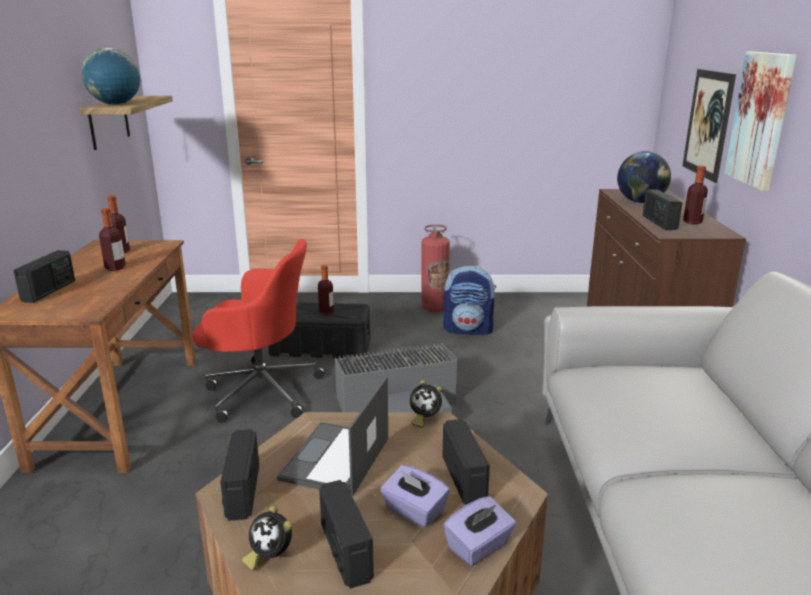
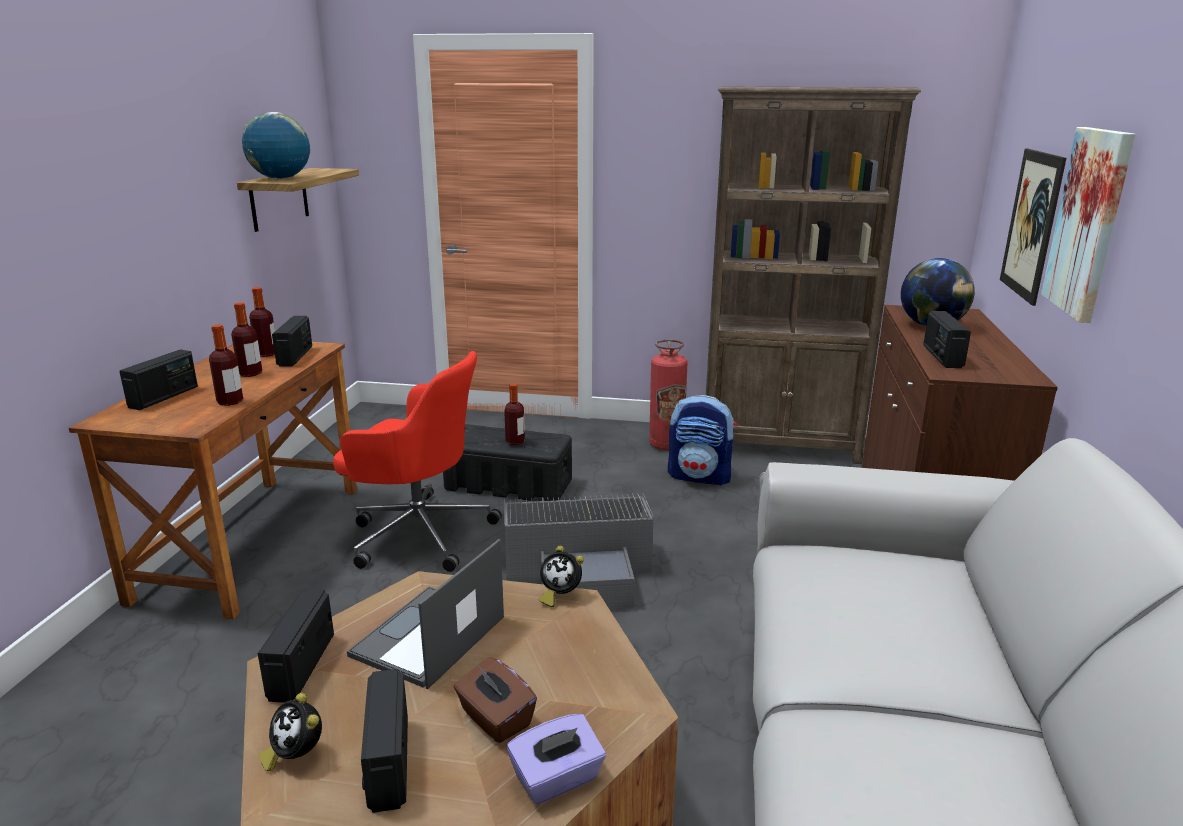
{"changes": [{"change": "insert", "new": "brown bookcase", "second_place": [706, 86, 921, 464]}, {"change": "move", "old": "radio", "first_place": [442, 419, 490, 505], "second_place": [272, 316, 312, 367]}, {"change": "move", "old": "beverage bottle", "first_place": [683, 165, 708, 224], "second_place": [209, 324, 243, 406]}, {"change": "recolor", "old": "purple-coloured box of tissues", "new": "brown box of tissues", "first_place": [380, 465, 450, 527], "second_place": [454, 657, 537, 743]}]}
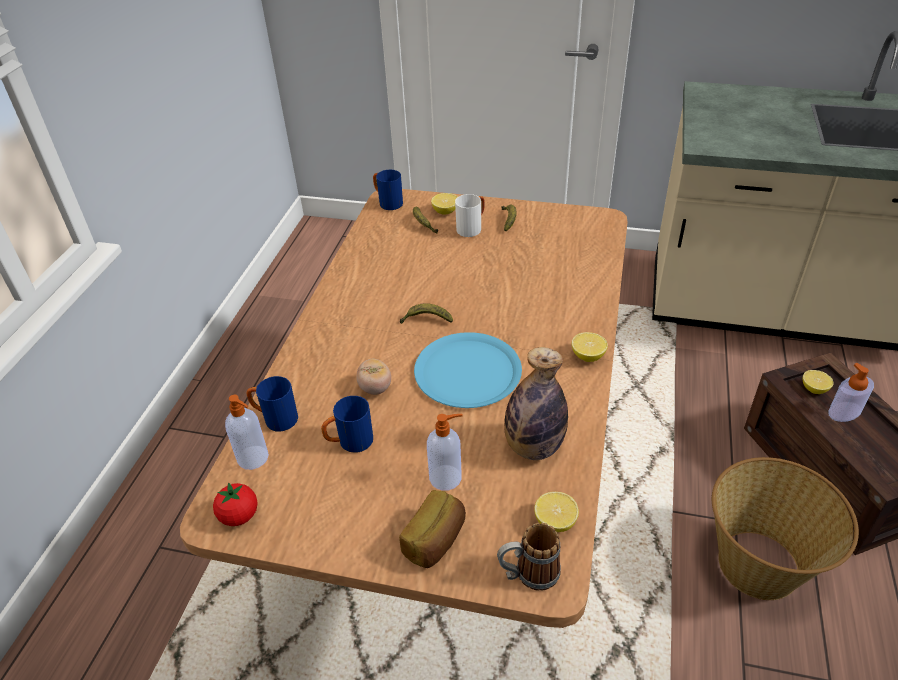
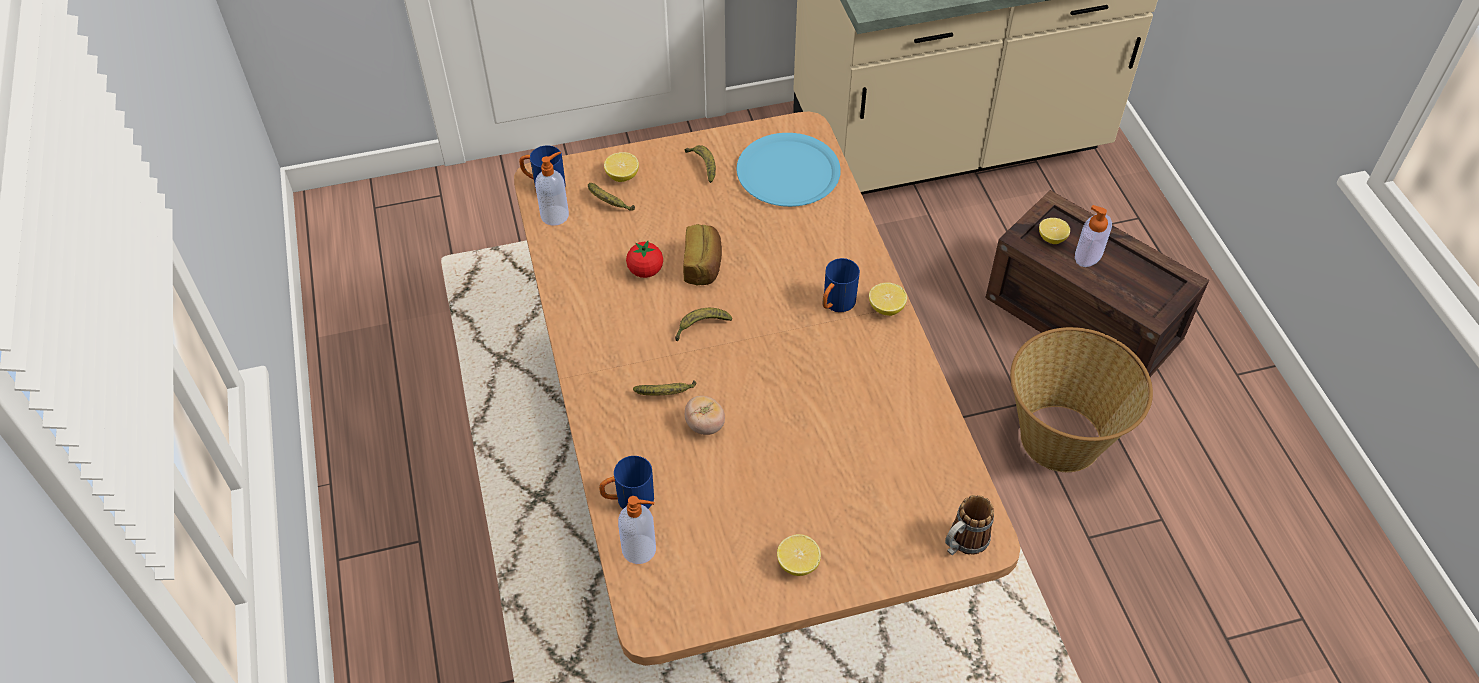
{"changes": [{"change": "delete", "old": "whitish coffee mug", "first_place": [455, 194, 485, 237]}, {"change": "delete", "old": "beverage bottle", "first_place": [504, 347, 568, 460]}, {"change": "insert", "new": "whole banana", "second_place": [633, 380, 696, 395]}, {"change": "move", "old": "whole tomato", "first_place": [213, 482, 258, 526], "second_place": [626, 240, 663, 278]}, {"change": "move", "old": "blue coffee mug", "first_place": [321, 396, 373, 453], "second_place": [822, 258, 860, 312]}, {"change": "move", "old": "baked bread", "first_place": [399, 490, 466, 568], "second_place": [683, 224, 722, 285]}, {"change": "move", "old": "blue plate", "first_place": [414, 332, 522, 408], "second_place": [737, 133, 841, 207]}, {"change": "move", "old": "liquid soap bottle", "first_place": [427, 414, 463, 491], "second_place": [535, 152, 569, 226]}, {"change": "move", "old": "lemon", "first_place": [534, 492, 579, 532], "second_place": [777, 534, 821, 576]}]}
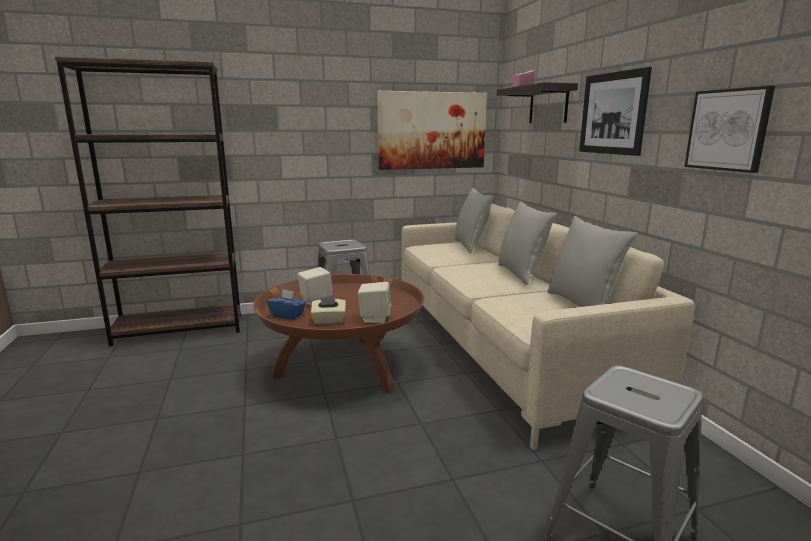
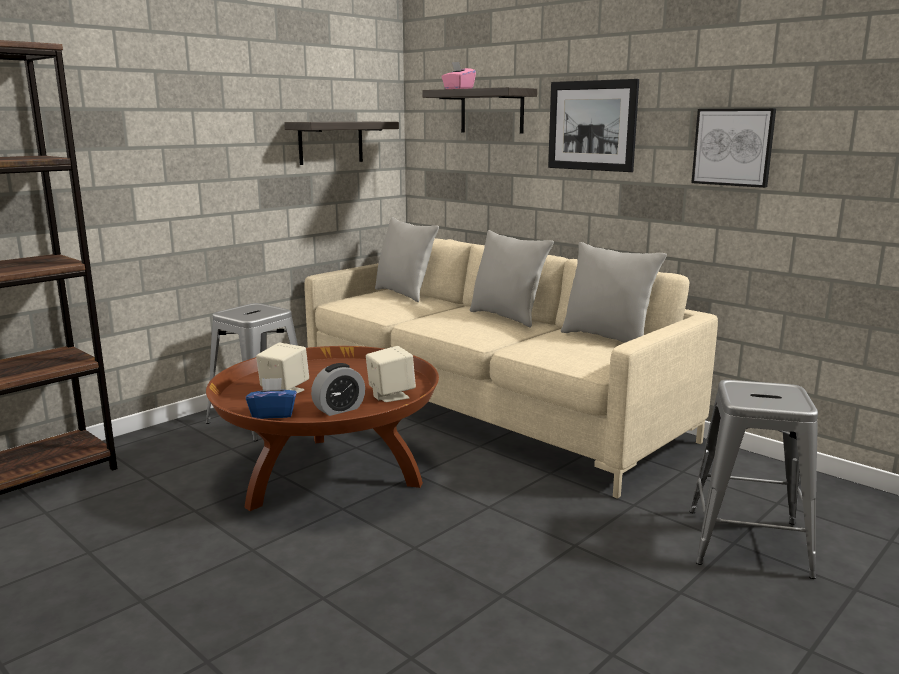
{"changes": [{"change": "replace", "old": "beige box of tissues", "new": "table clock", "first_place": [311, 297, 346, 324], "second_place": [311, 363, 365, 416]}, {"change": "replace", "old": "picture", "new": "bracket shelf", "first_place": [377, 91, 487, 170], "second_place": [284, 122, 399, 165]}]}
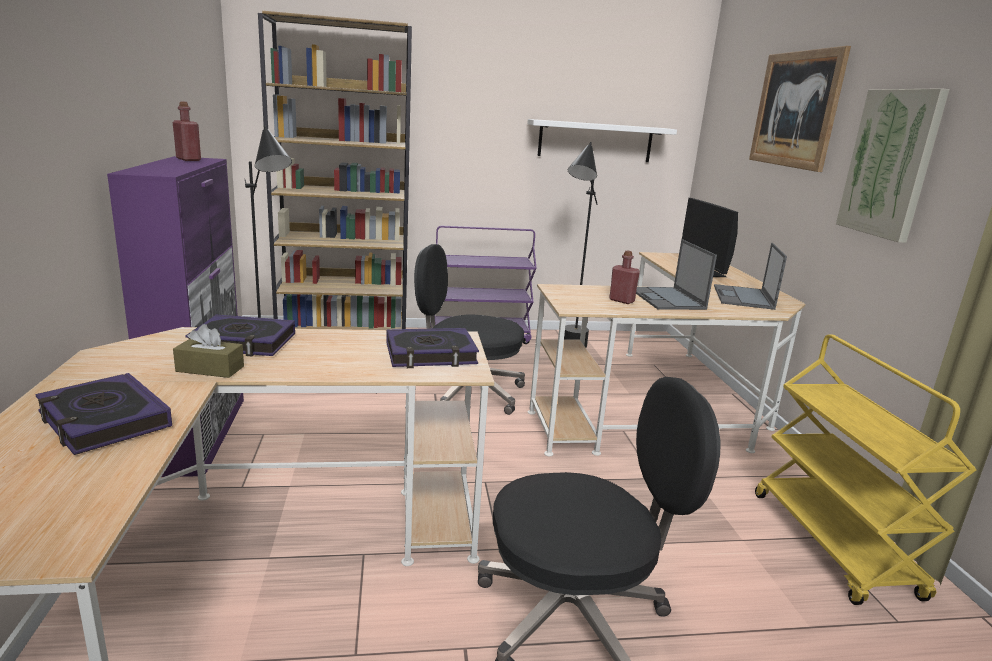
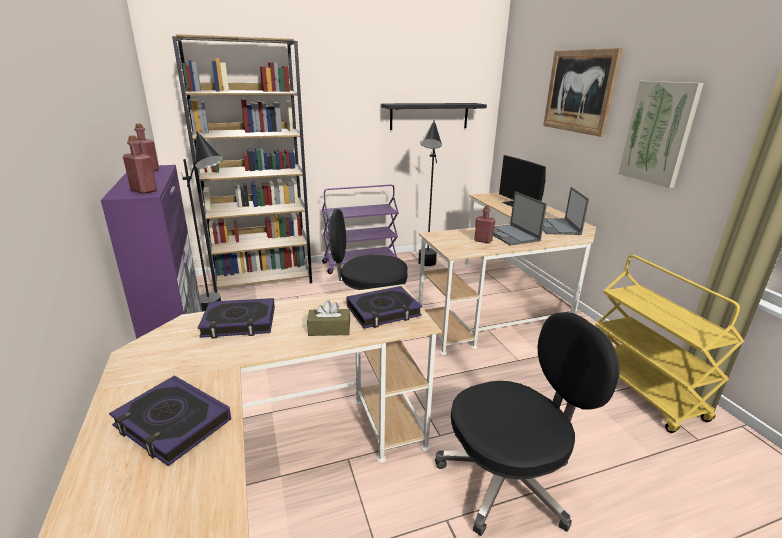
{"changes": [{"change": "insert", "new": "red-coloured beverage bottle", "second_place": [123, 136, 157, 194]}, {"change": "move", "old": "brown box of tissues", "first_place": [173, 324, 244, 378], "second_place": [307, 300, 350, 336]}, {"change": "recolor", "old": "whitish bracket shelf", "new": "black bracket shelf", "first_place": [527, 119, 677, 162], "second_place": [381, 103, 487, 130]}]}
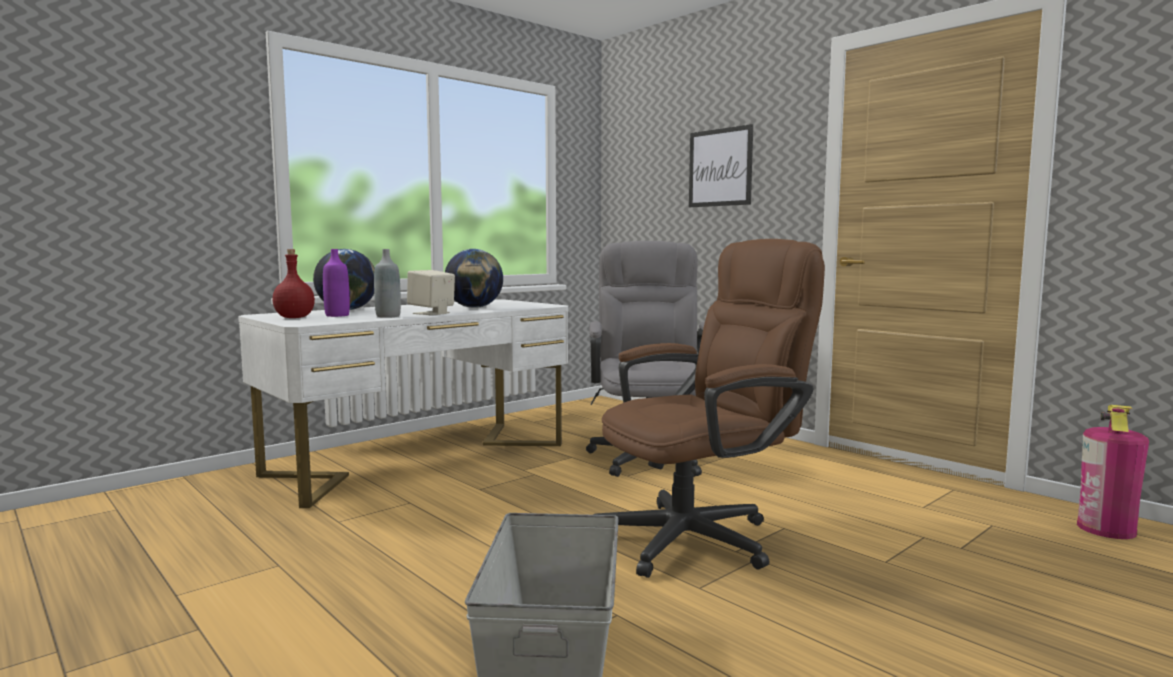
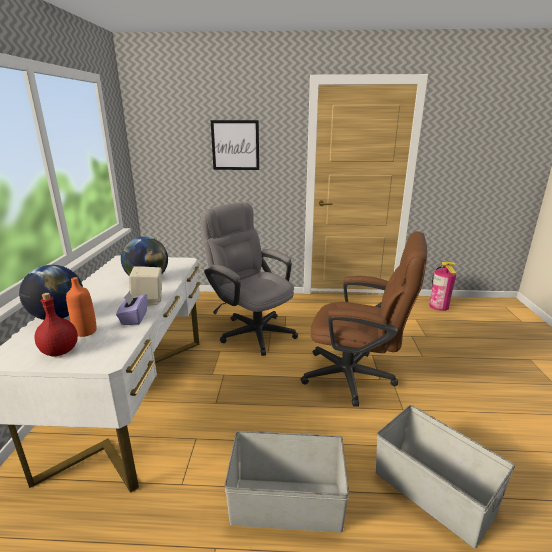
{"changes": [{"change": "insert", "new": "gray storage container", "second_place": [224, 431, 349, 533]}, {"change": "replace", "old": "gray beverage bottle", "new": "purple-coloured box of tissues", "first_place": [374, 249, 401, 318], "second_place": [116, 291, 147, 325]}, {"change": "recolor", "old": "purple-coloured beverage bottle", "new": "orangey beverage bottle", "first_place": [323, 249, 350, 317], "second_place": [66, 277, 97, 337]}, {"change": "rotate", "old": "brown office chair", "first_place": [593, 239, 825, 578], "second_place": [300, 231, 427, 407], "degrees": 90}]}
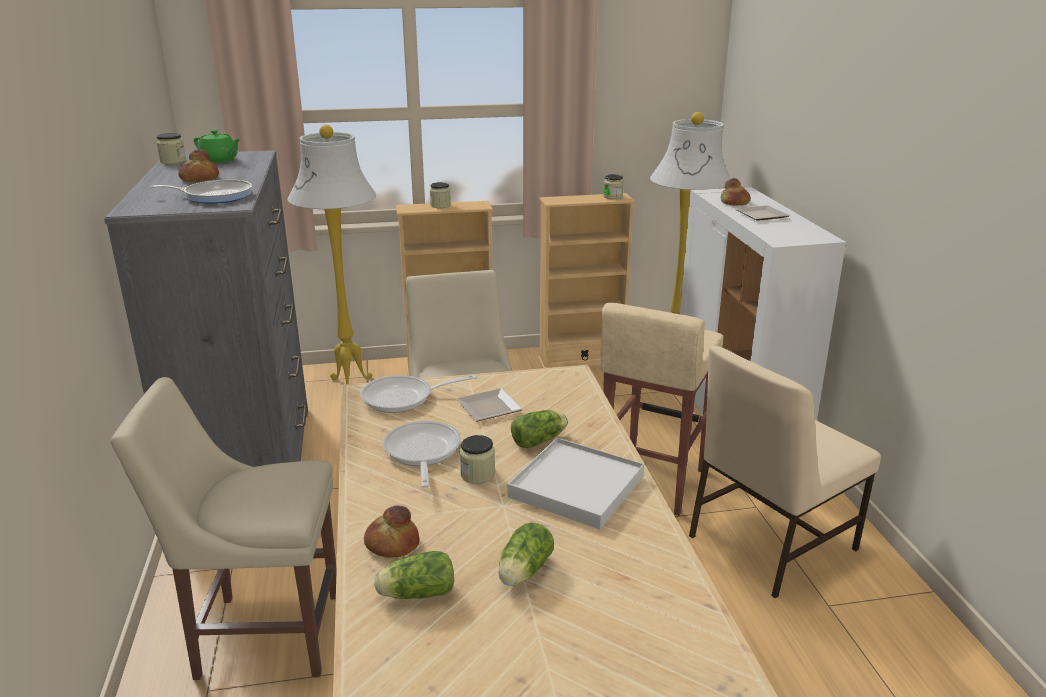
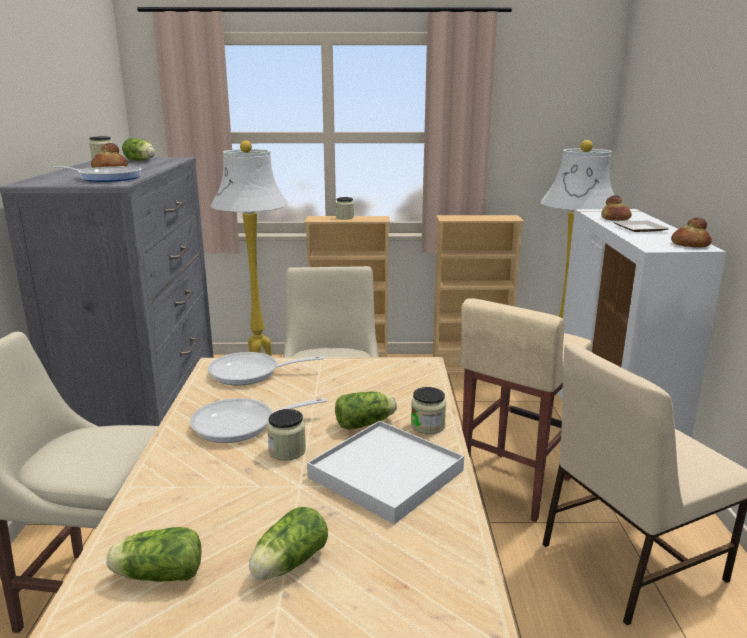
{"changes": [{"change": "delete", "old": "plate", "first_place": [457, 388, 523, 421]}, {"change": "move", "old": "baked bread", "first_place": [364, 505, 420, 558], "second_place": [671, 217, 712, 248]}, {"change": "move", "old": "preserve jar", "first_place": [603, 174, 624, 199], "second_place": [411, 387, 446, 434]}, {"change": "replace", "old": "green teapot", "new": "lettuce", "first_place": [194, 130, 241, 163], "second_place": [122, 138, 155, 161]}, {"change": "rotate", "old": "skillet", "first_place": [383, 421, 461, 488], "second_place": [190, 398, 327, 443], "degrees": -105}]}
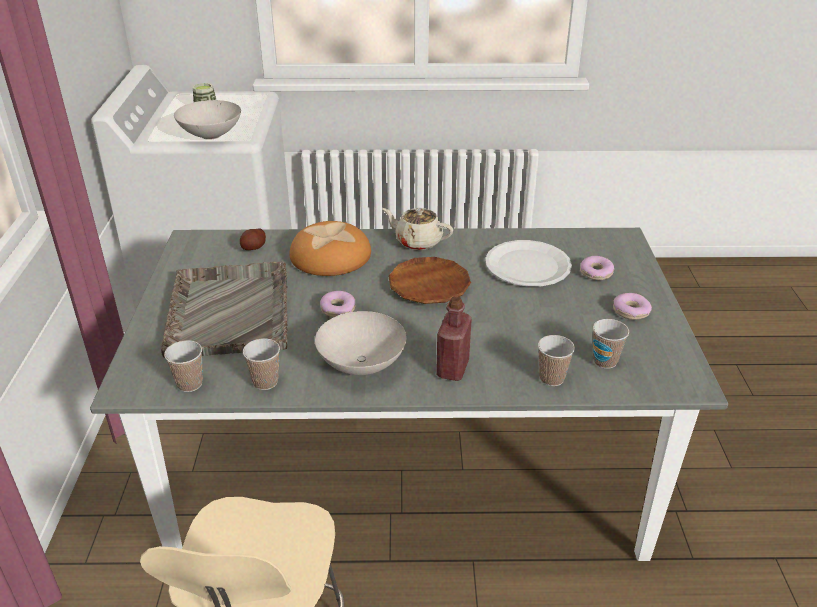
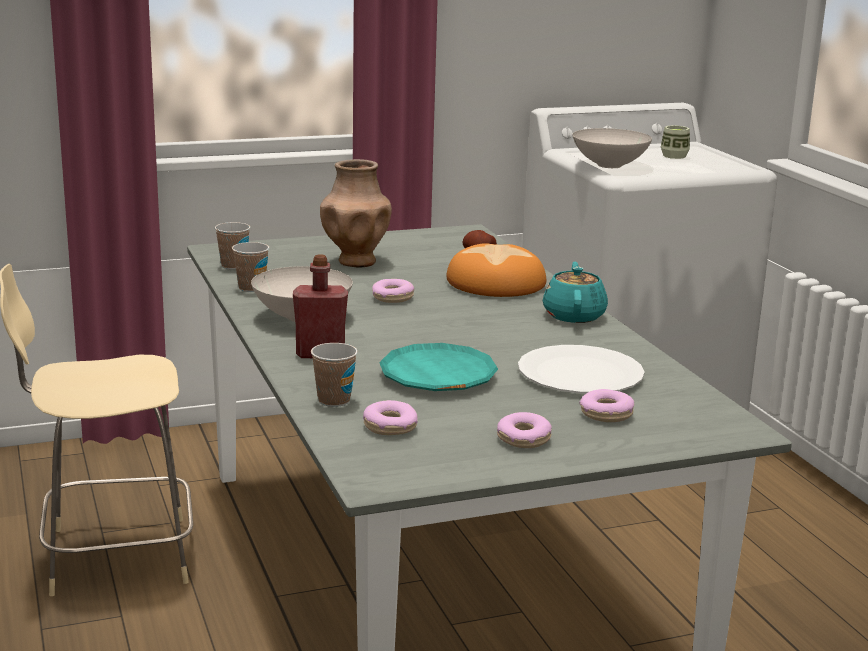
{"changes": [{"change": "delete", "old": "brown plate", "first_place": [388, 257, 471, 304]}, {"change": "insert", "new": "turquoise plate", "second_place": [379, 343, 498, 391]}, {"change": "replace", "old": "gray tray", "new": "brown vase", "first_place": [161, 261, 288, 358], "second_place": [320, 159, 392, 268]}, {"change": "replace", "old": "small cup", "new": "doughnut", "first_place": [593, 319, 629, 369], "second_place": [363, 400, 418, 435]}, {"change": "recolor", "old": "beige teapot", "new": "turquoise teapot", "first_place": [382, 208, 453, 250], "second_place": [543, 262, 608, 323]}]}
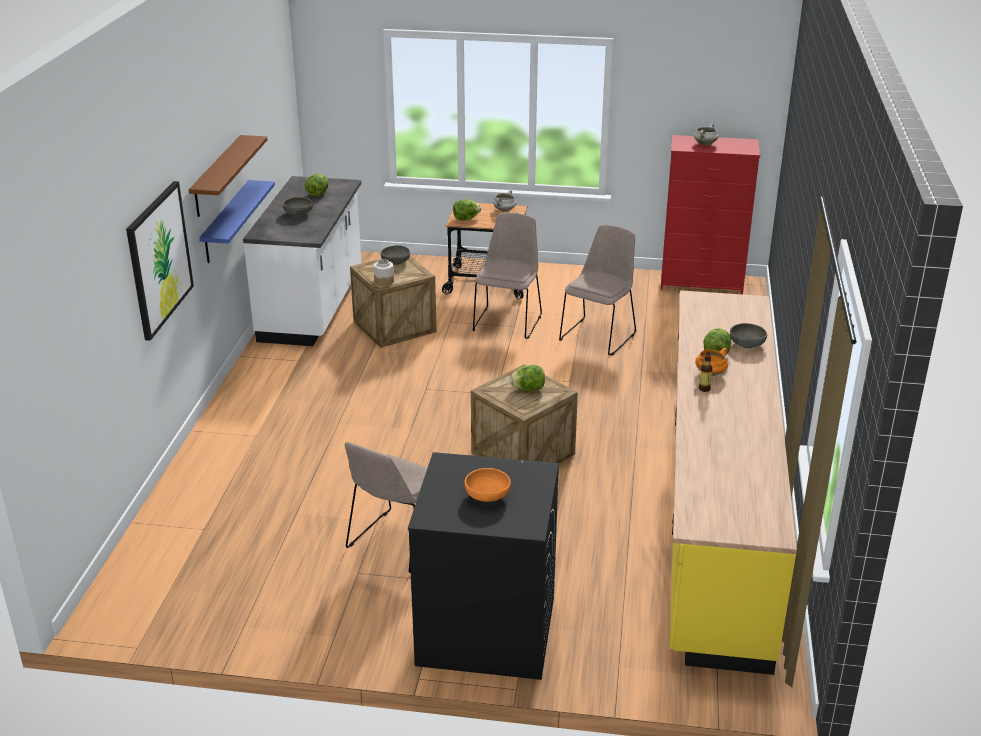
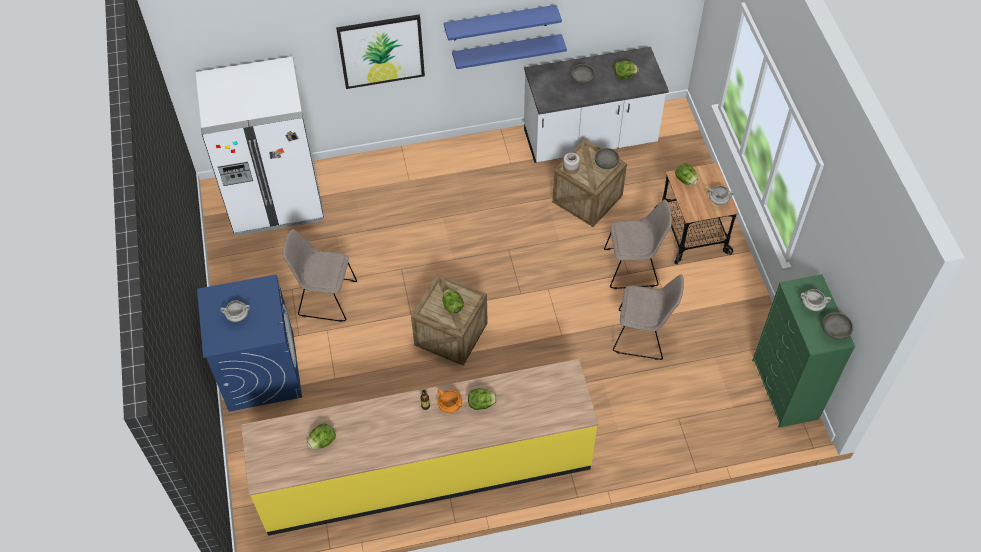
{"changes": [{"change": "insert", "new": "whitish kitchen fridge", "second_place": [195, 57, 324, 236]}, {"change": "insert", "new": "lettuce", "second_place": [307, 424, 336, 449]}, {"change": "move", "old": "gray serving bowl", "first_place": [730, 323, 767, 348], "second_place": [822, 312, 853, 340]}, {"change": "replace", "old": "orangey serving bowl", "new": "whitish saucepot", "first_place": [465, 468, 511, 502], "second_place": [220, 300, 250, 322]}, {"change": "recolor", "old": "brown bracket shelf", "new": "blue bracket shelf", "first_place": [189, 135, 267, 217], "second_place": [444, 5, 562, 41]}, {"change": "recolor", "old": "black laundry appliance", "new": "blue laundry appliance", "first_place": [408, 452, 559, 680], "second_place": [197, 275, 302, 412]}, {"change": "recolor", "old": "red-coloured dresser", "new": "green dresser", "first_place": [661, 135, 760, 294], "second_place": [752, 274, 855, 428]}]}
